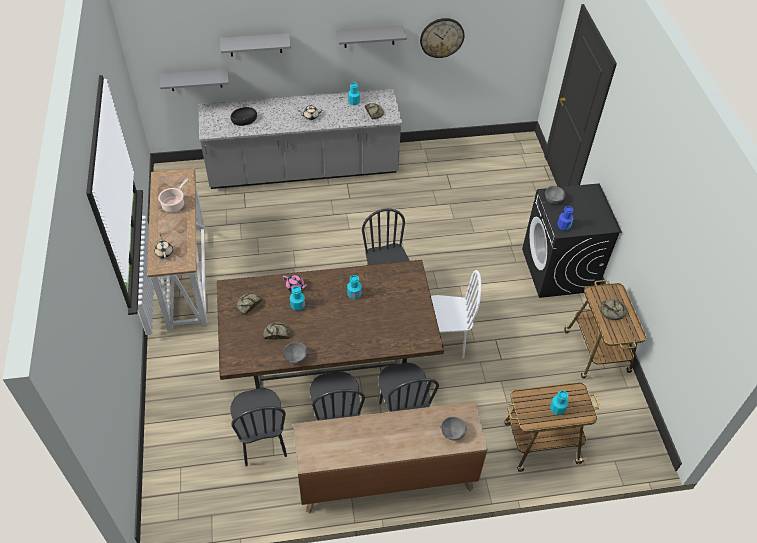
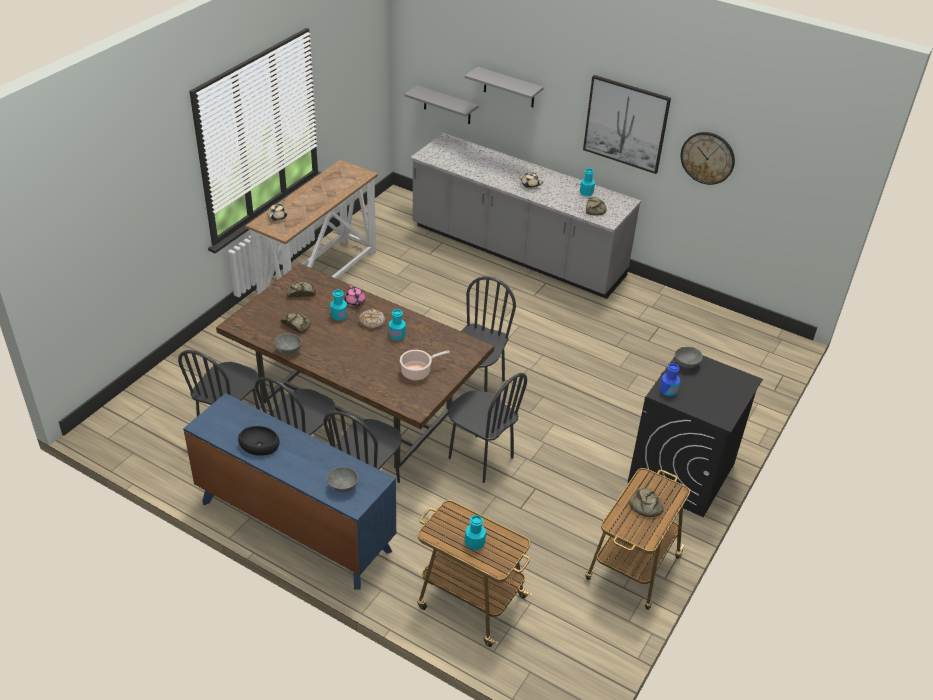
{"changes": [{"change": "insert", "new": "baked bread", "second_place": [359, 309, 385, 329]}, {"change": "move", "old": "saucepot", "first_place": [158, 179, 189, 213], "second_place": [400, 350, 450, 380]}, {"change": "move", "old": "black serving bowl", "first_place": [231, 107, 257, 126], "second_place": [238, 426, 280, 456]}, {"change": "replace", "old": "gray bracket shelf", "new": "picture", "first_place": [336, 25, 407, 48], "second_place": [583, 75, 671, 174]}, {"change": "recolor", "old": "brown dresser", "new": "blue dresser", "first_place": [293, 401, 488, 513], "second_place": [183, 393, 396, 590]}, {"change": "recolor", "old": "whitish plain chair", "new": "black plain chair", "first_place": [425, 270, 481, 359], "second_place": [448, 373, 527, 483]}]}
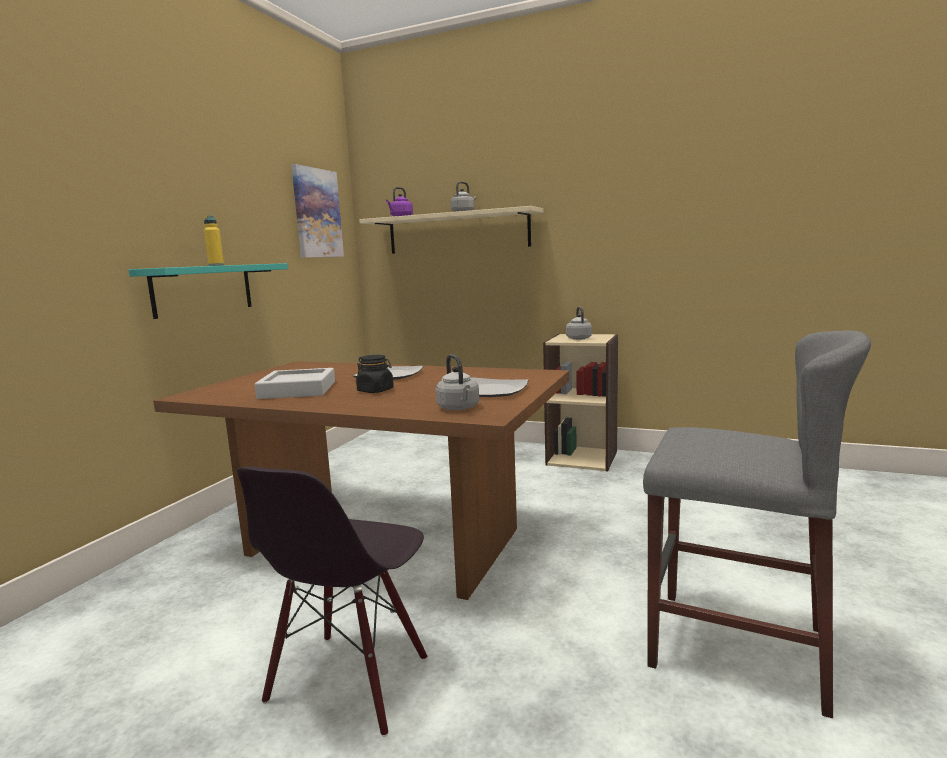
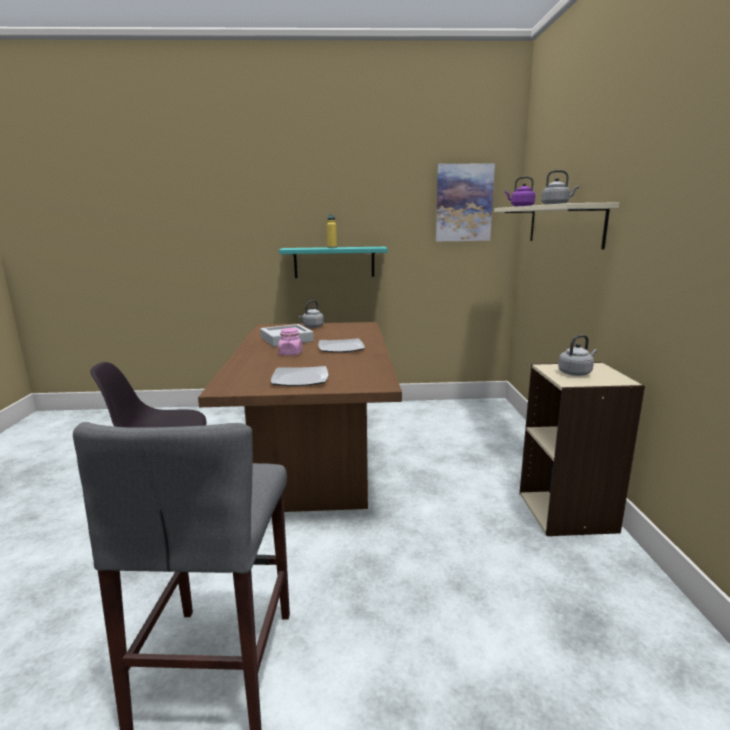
{"changes": [{"change": "move", "old": "gray tea kettle", "first_place": [435, 354, 479, 411], "second_place": [298, 300, 324, 328]}, {"change": "recolor", "old": "black preserve jar", "new": "pinkish preserve jar", "first_place": [356, 355, 394, 393], "second_place": [278, 328, 302, 356]}]}
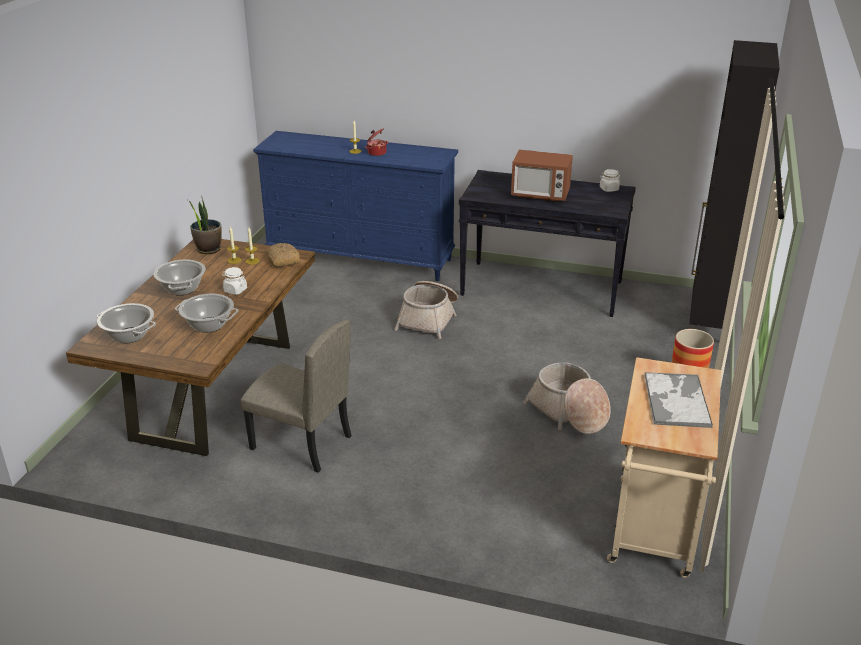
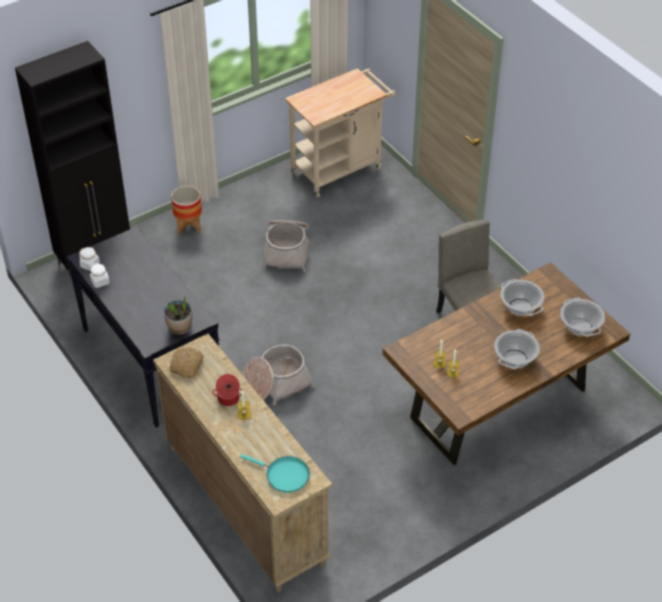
{"changes": [{"change": "delete", "old": "kitchen microwave", "first_place": [511, 150, 573, 201]}, {"change": "delete", "old": "tray", "first_place": [644, 372, 713, 428]}, {"change": "insert", "new": "turquoise skillet", "second_place": [240, 454, 310, 493]}, {"change": "move", "old": "potted plant", "first_place": [188, 196, 222, 254], "second_place": [163, 295, 192, 334]}, {"change": "move", "old": "whitish preserve jar", "first_place": [222, 267, 247, 295], "second_place": [90, 263, 110, 288]}, {"change": "move", "old": "baked bread", "first_place": [266, 243, 300, 267], "second_place": [170, 347, 204, 378]}, {"change": "recolor", "old": "blue dresser", "new": "beige dresser", "first_place": [253, 131, 458, 281], "second_place": [153, 334, 332, 592]}]}
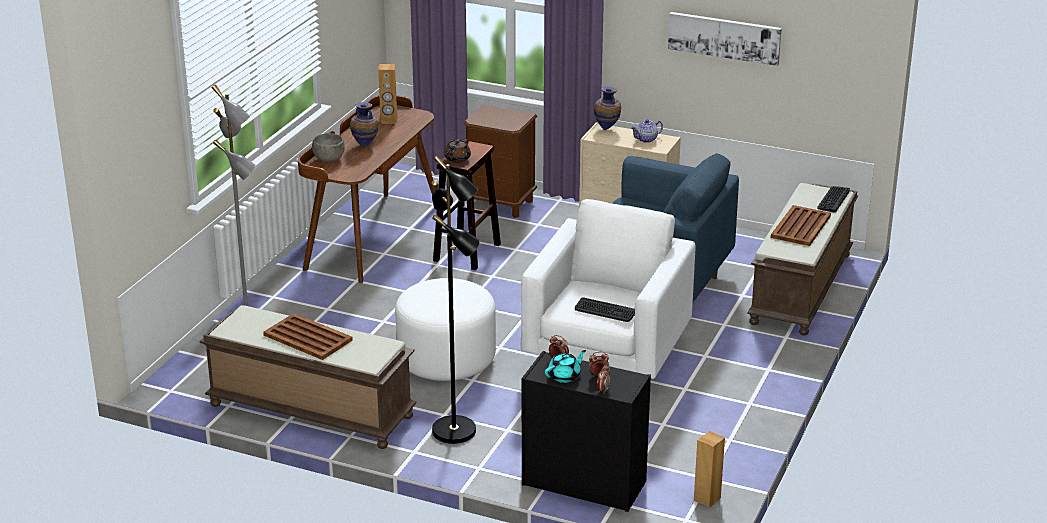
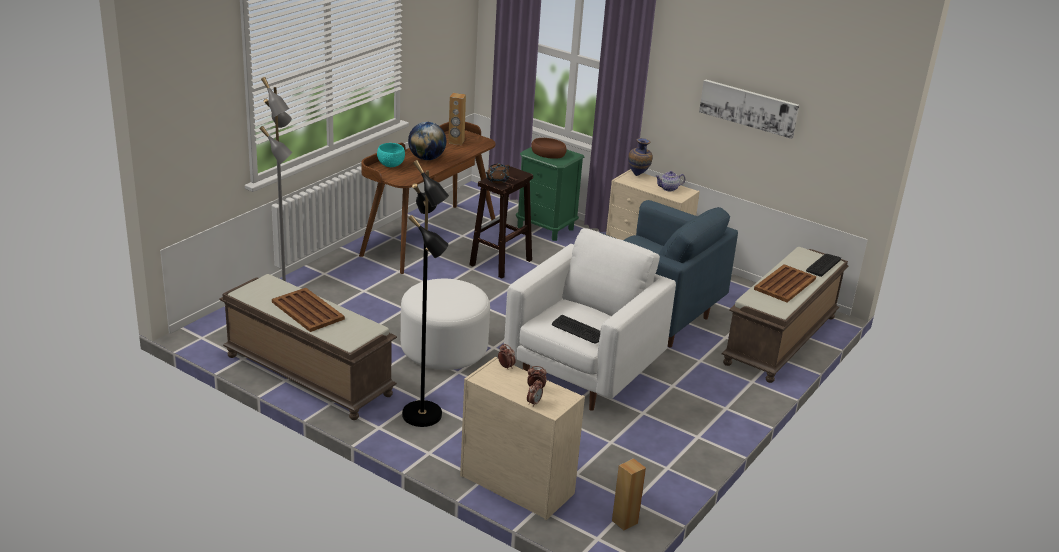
{"changes": [{"change": "delete", "old": "turquoise teapot", "first_place": [545, 350, 586, 383]}, {"change": "insert", "new": "brown serving bowl", "second_place": [531, 138, 567, 159]}, {"change": "replace", "old": "vase", "new": "world globe", "first_place": [350, 102, 378, 147], "second_place": [408, 122, 446, 160]}, {"change": "recolor", "old": "gray serving bowl", "new": "turquoise serving bowl", "first_place": [312, 133, 345, 162], "second_place": [377, 143, 405, 167]}, {"change": "recolor", "old": "brown nightstand", "new": "green nightstand", "first_place": [464, 105, 537, 218], "second_place": [516, 147, 584, 241]}, {"change": "recolor", "old": "black dresser", "new": "beige dresser", "first_place": [522, 351, 651, 512], "second_place": [460, 357, 585, 520]}]}
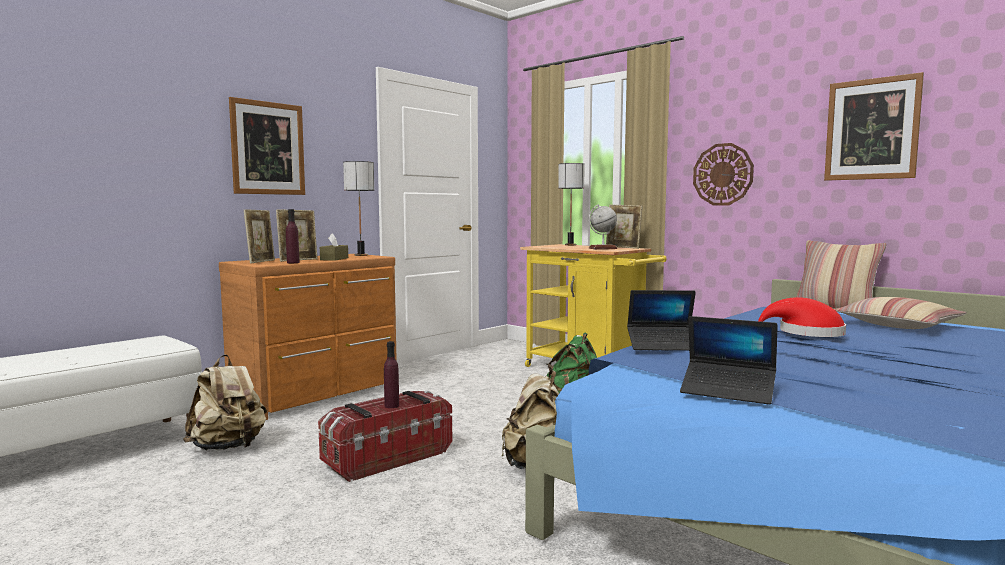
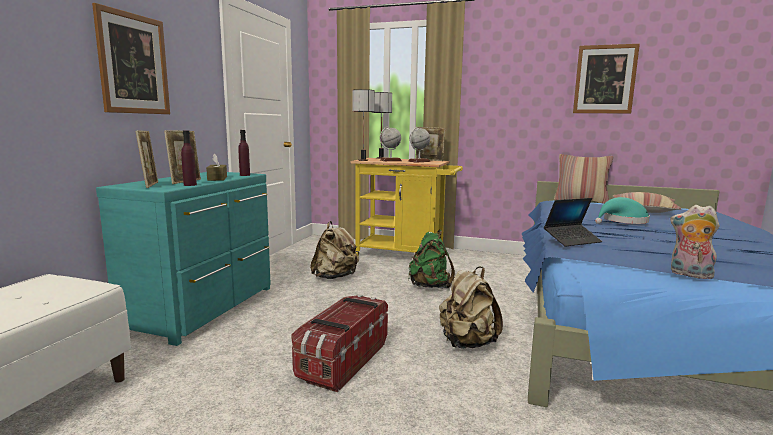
{"changes": [{"change": "delete", "old": "clock on the wall", "first_place": [693, 143, 754, 205]}, {"change": "insert", "new": "world globe", "second_place": [380, 126, 402, 161]}, {"change": "move", "old": "beige backpack", "first_place": [183, 354, 267, 450], "second_place": [310, 221, 359, 279]}, {"change": "move", "old": "lamp for a table", "first_place": [343, 161, 374, 256], "second_place": [353, 89, 375, 161]}, {"change": "move", "old": "purple-coloured beverage bottle", "first_place": [384, 341, 399, 408], "second_place": [238, 130, 250, 176]}, {"change": "replace", "old": "notebook computer", "new": "cuddly toy", "first_place": [680, 316, 778, 405], "second_place": [670, 205, 720, 279]}, {"change": "recolor", "old": "brown dresser", "new": "turquoise dresser", "first_place": [219, 254, 397, 420], "second_place": [96, 172, 271, 346]}, {"change": "recolor", "old": "red-coloured clothing hat", "new": "turquoise clothing hat", "first_place": [758, 297, 846, 337], "second_place": [595, 197, 650, 224]}]}
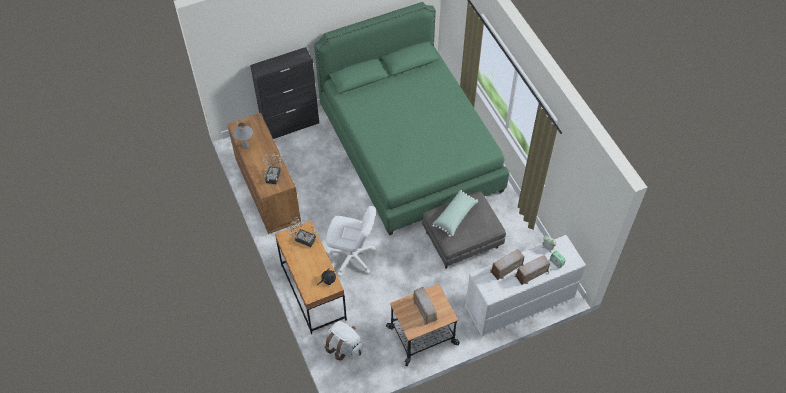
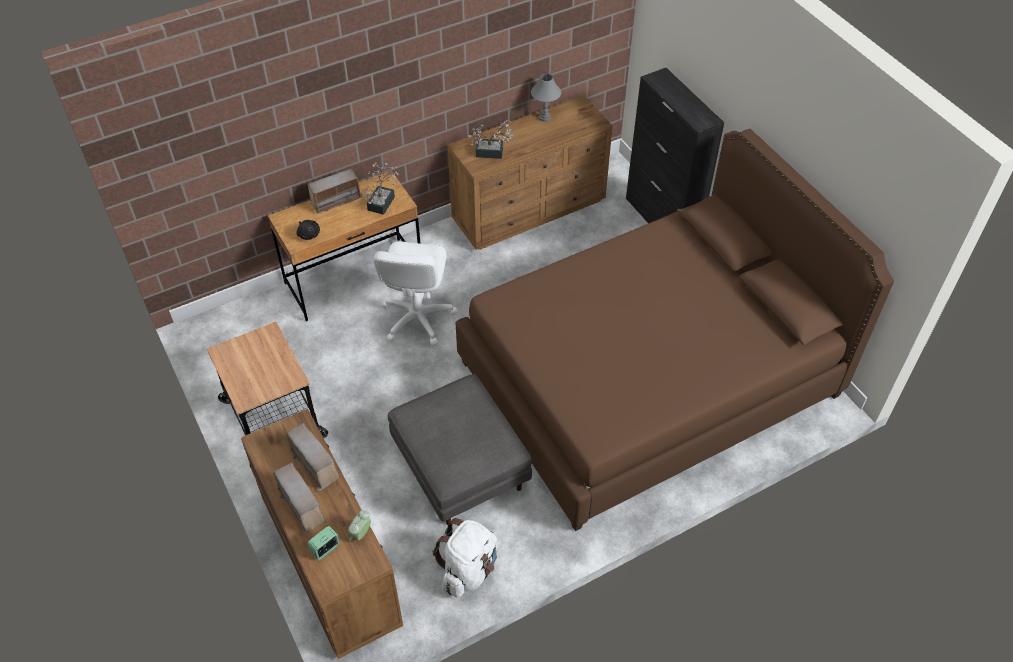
{"changes": [{"change": "delete", "old": "green pillow", "first_place": [432, 190, 478, 237]}, {"change": "move", "old": "whitish backpack", "first_place": [325, 321, 363, 361], "second_place": [433, 518, 498, 597]}, {"change": "move", "old": "radio", "first_place": [413, 287, 437, 325], "second_place": [308, 168, 363, 214]}, {"change": "recolor", "old": "green bedroom bed", "new": "brown bedroom bed", "first_place": [314, 2, 509, 235], "second_place": [455, 129, 894, 531]}, {"change": "recolor", "old": "whitish dresser", "new": "brown dresser", "first_place": [465, 235, 586, 336], "second_place": [241, 409, 403, 659]}]}
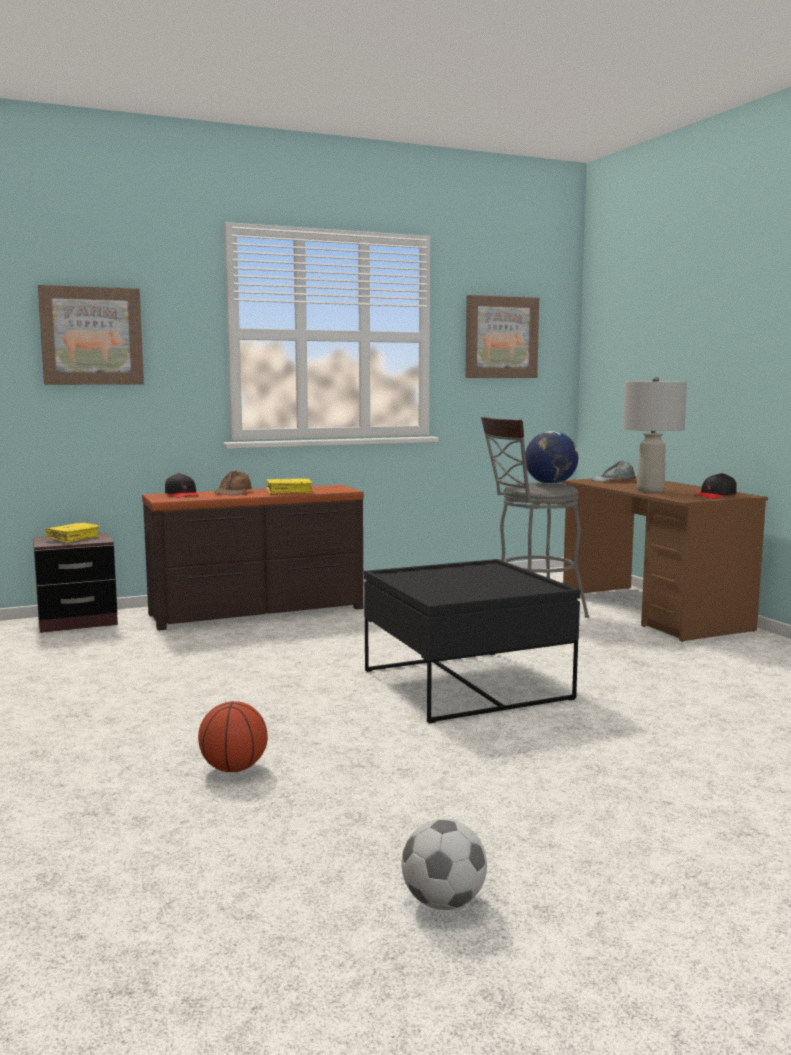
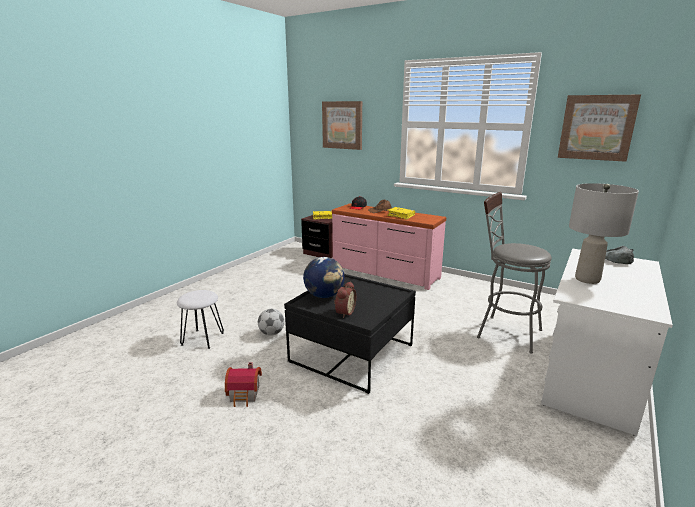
{"changes": [{"change": "delete", "old": "black baseball cap", "first_place": [694, 473, 737, 499]}, {"change": "insert", "new": "miniature house", "second_place": [225, 362, 262, 407]}, {"change": "insert", "new": "table clock", "second_place": [334, 281, 356, 318]}, {"change": "move", "old": "football ball", "first_place": [402, 819, 487, 910], "second_place": [258, 309, 285, 336]}, {"change": "move", "old": "world globe", "first_place": [525, 431, 578, 484], "second_place": [303, 257, 345, 298]}, {"change": "replace", "old": "basketball", "new": "whitish sitting stool", "first_place": [198, 701, 268, 772], "second_place": [177, 290, 224, 349]}, {"change": "recolor", "old": "brown dresser", "new": "pinkish dresser", "first_place": [142, 485, 364, 631], "second_place": [332, 204, 446, 290]}, {"change": "recolor", "old": "brown desk unit", "new": "whitish desk unit", "first_place": [561, 476, 768, 642], "second_place": [541, 248, 673, 436]}]}
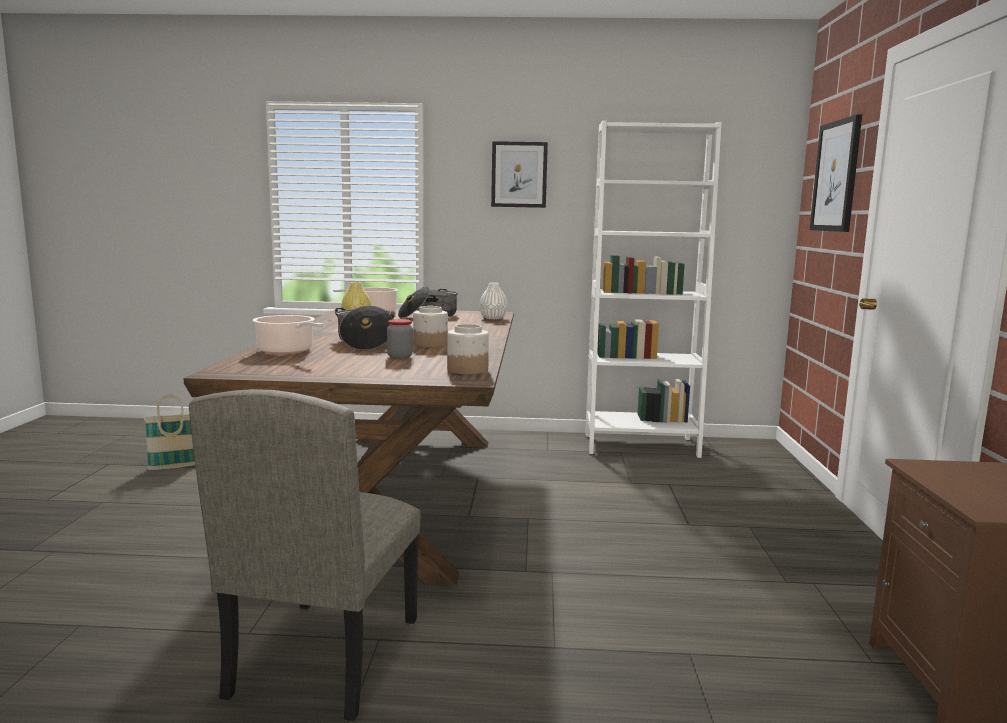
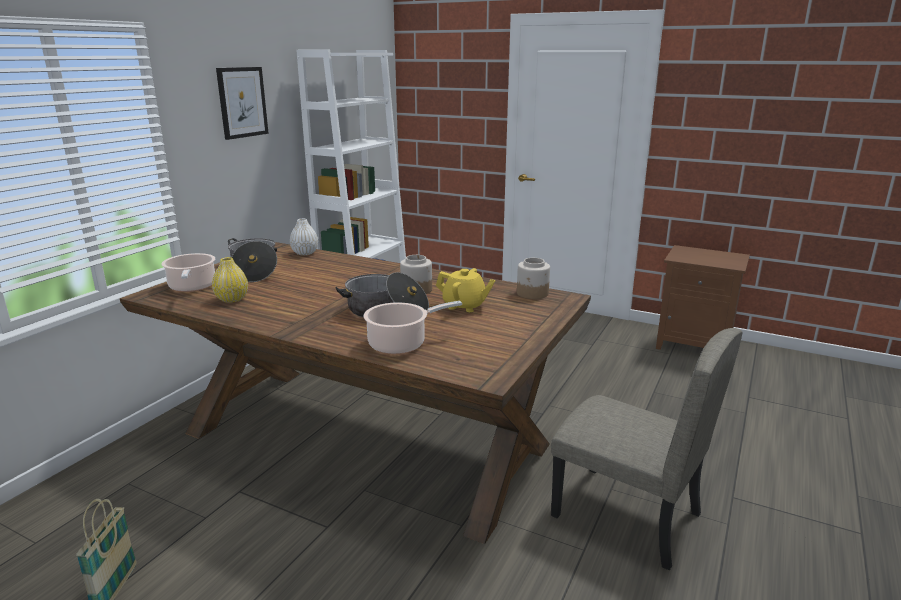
{"changes": [{"change": "delete", "old": "picture", "first_place": [810, 114, 862, 232]}, {"change": "replace", "old": "preserve jar", "new": "yellow-coloured teapot", "first_place": [387, 319, 413, 359], "second_place": [436, 268, 496, 312]}]}
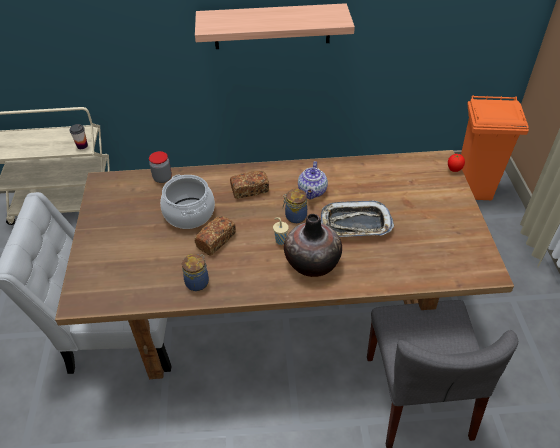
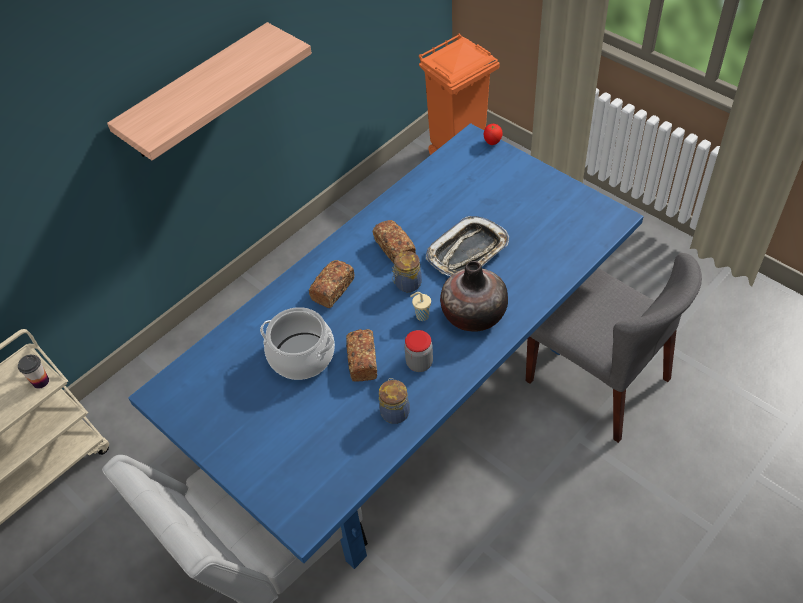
{"changes": [{"change": "move", "old": "preserve jar", "first_place": [149, 151, 172, 183], "second_place": [404, 330, 433, 372]}, {"change": "replace", "old": "teapot", "new": "baked bread", "first_place": [298, 161, 328, 199], "second_place": [373, 220, 416, 263]}, {"change": "recolor", "old": "brown kitchen table", "new": "blue kitchen table", "first_place": [55, 150, 514, 379], "second_place": [128, 123, 644, 569]}]}
